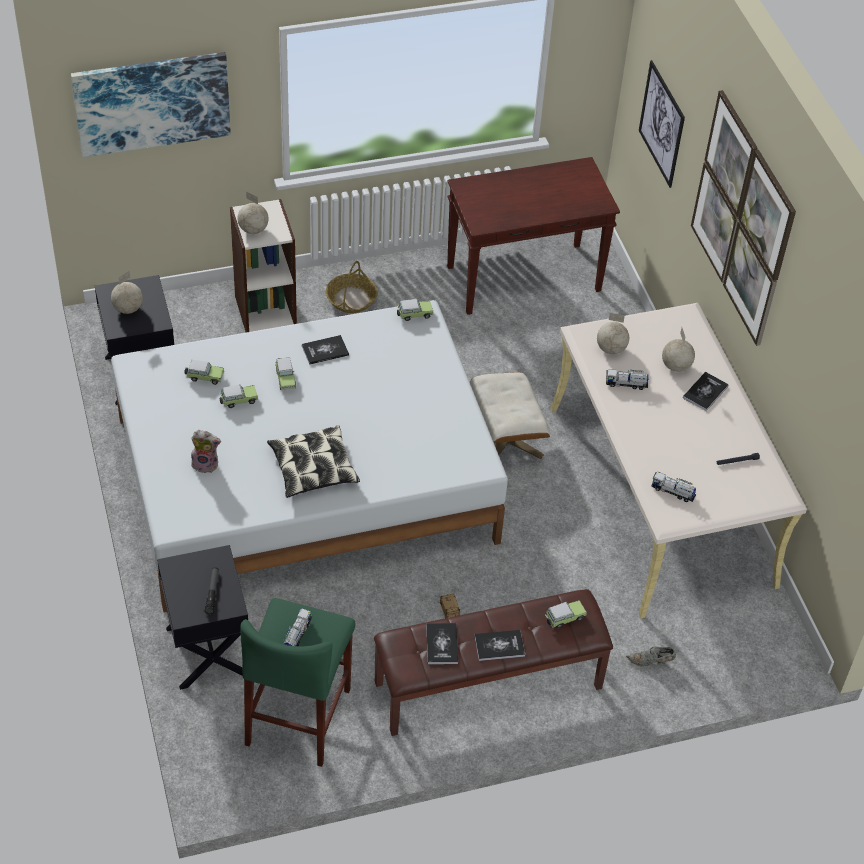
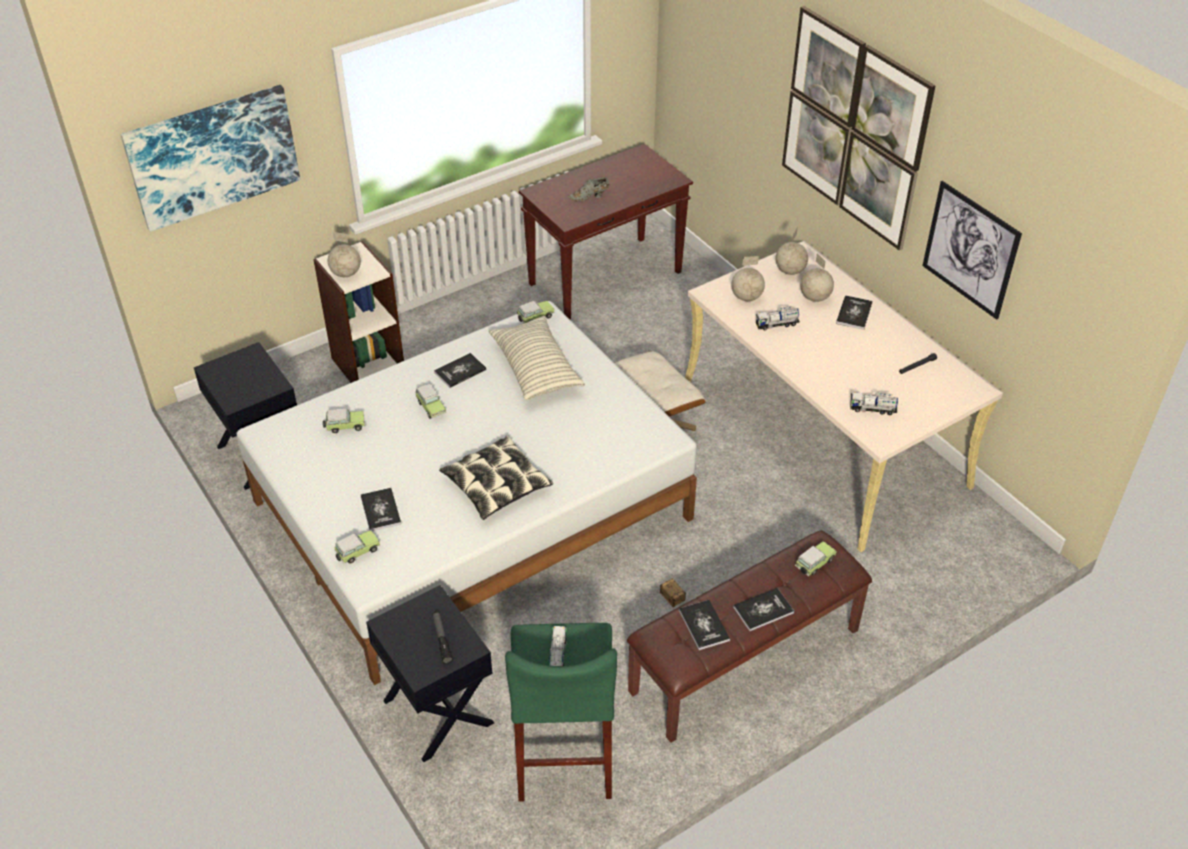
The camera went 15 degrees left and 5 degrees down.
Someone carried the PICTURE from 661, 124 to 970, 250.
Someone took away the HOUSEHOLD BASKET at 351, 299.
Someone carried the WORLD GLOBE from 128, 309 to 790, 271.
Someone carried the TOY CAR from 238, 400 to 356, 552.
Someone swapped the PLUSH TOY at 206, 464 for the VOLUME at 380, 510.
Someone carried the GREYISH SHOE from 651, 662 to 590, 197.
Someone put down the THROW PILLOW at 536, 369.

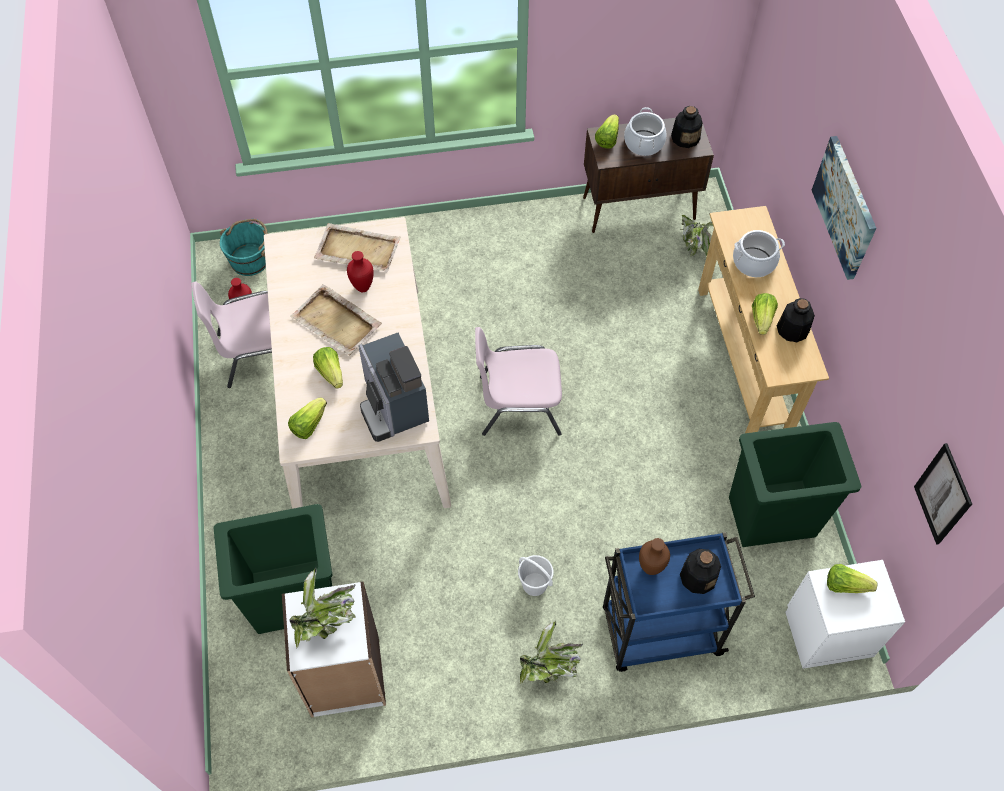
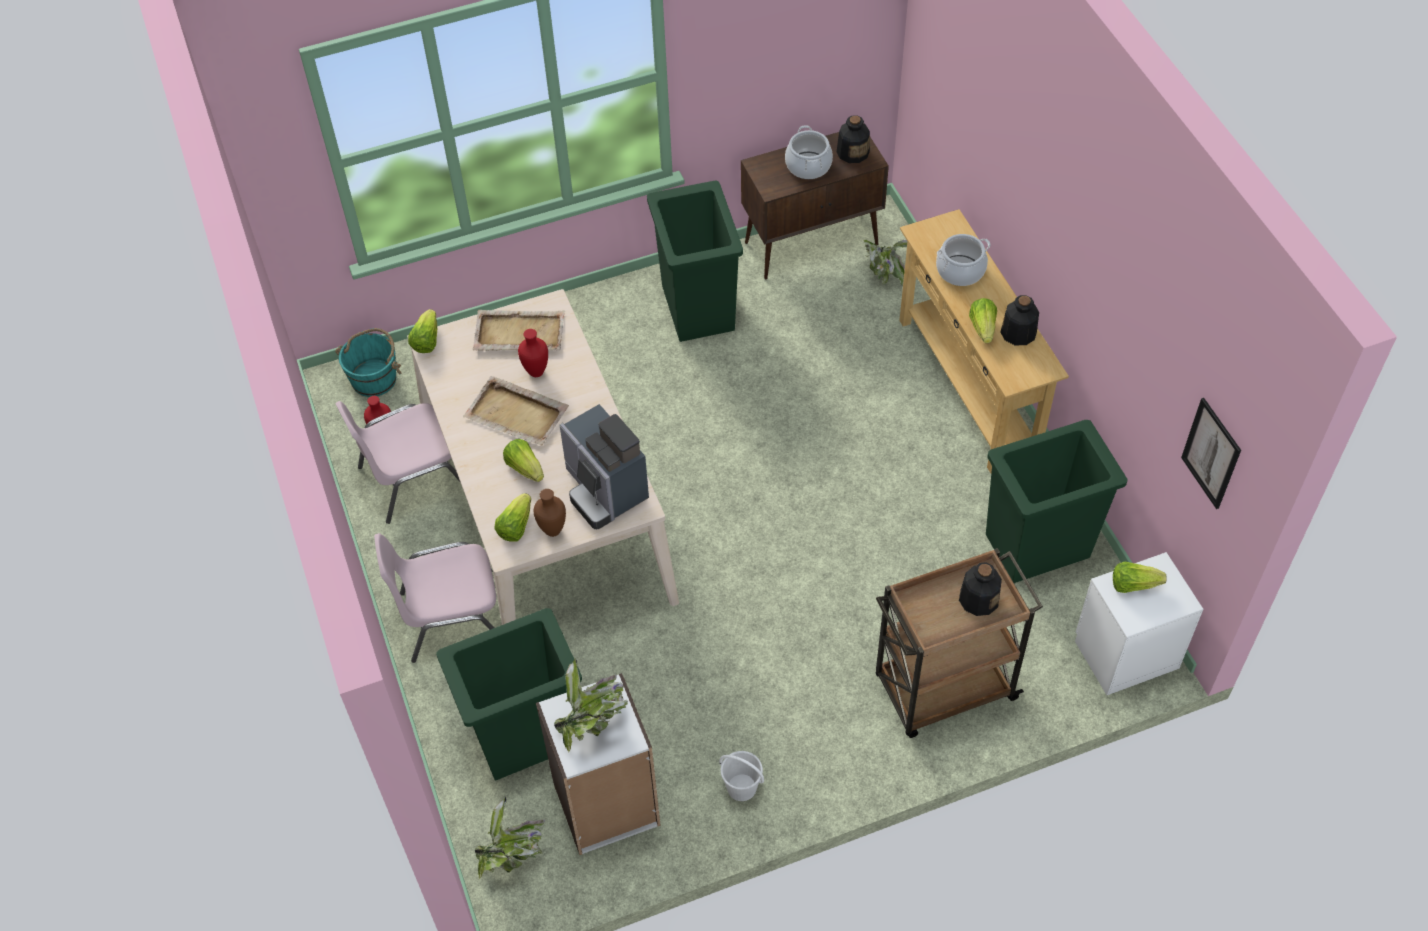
The camera went 10 degrees left and 5 degrees down.
Someone carried the LETTUCE from 607, 139 to 426, 340.
Someone took away the PICTURE at 845, 207.
Someone carried the PINK-COLOURED CHAIR from 518, 404 to 450, 617.
Someone repainted the BLUISH CART at 658, 632, which became the BROWN CART at 943, 689.
Someone carried the BROWN DECORATIVE VASE from 651, 568 to 554, 530.
Someone carried the WHITISH PAIL from 534, 584 to 741, 787.
Someone carried the POTTED PLANT from 549, 668 to 512, 856.
Someone put down the GREEN WASTE BIN at 698, 307.

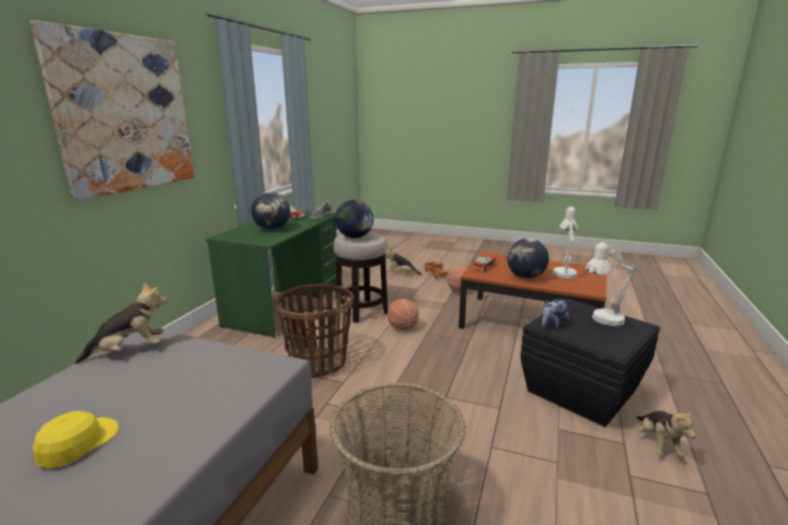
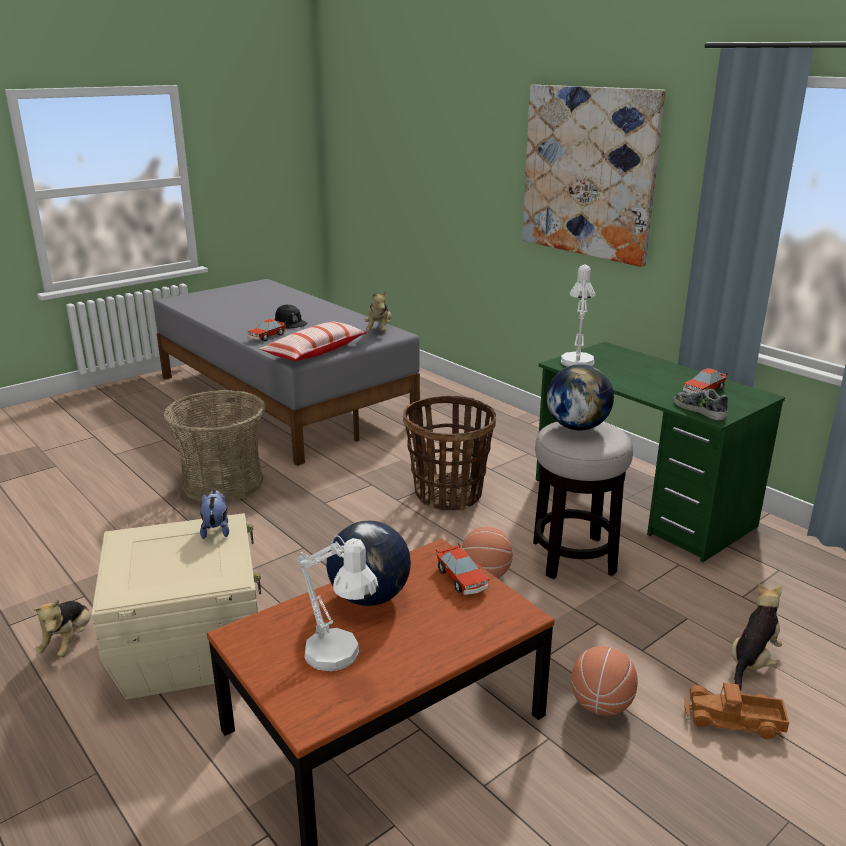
The camera went 120 degrees right and 5 degrees up.
Someone took away the WORLD GLOBE at 272, 229.
Someone carried the WHITISH TABLETOP LAMP from 602, 320 to 577, 360.
Someone repainted the BLACKISH STORAGE BIN at 580, 391, which became the BEIGE STORAGE BIN at 190, 648.
Someone repainted the YELLOWISH PEAKED CAP at 78, 443, which became the BLACKISH PEAKED CAP at 290, 323.
Someone rotated the PLUSH TOY at 657, 444 by 120 degrees counterclockwise.
Someone put down the TOY CAR at 267, 336.
Someone put down the THROW PILLOW at 315, 352.

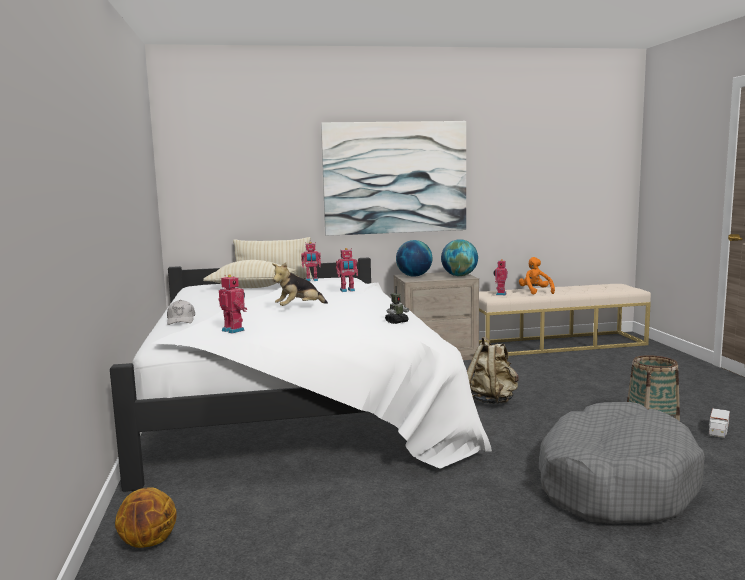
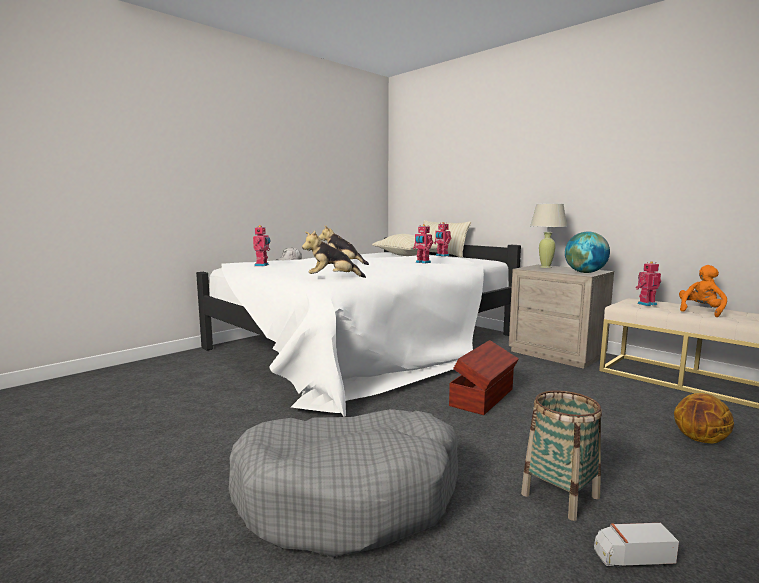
The camera went 55 degrees right and 0 degrees up.
Someone took away the PICTURE at 395, 178.
Someone swapped the WORLD GLOBE at 414, 276 for the BEIGE TABLETOP LAMP at 545, 267.
Someone swapped the TOY ROBOT at 396, 322 for the PLUSH TOY at 332, 278.
Someone swapped the BEIGE KNAPSACK at 492, 401 for the BROWN STORAGE BIN at 483, 397.
Someone carried the BALL FOR BASKETBALL from 149, 543 to 700, 440.

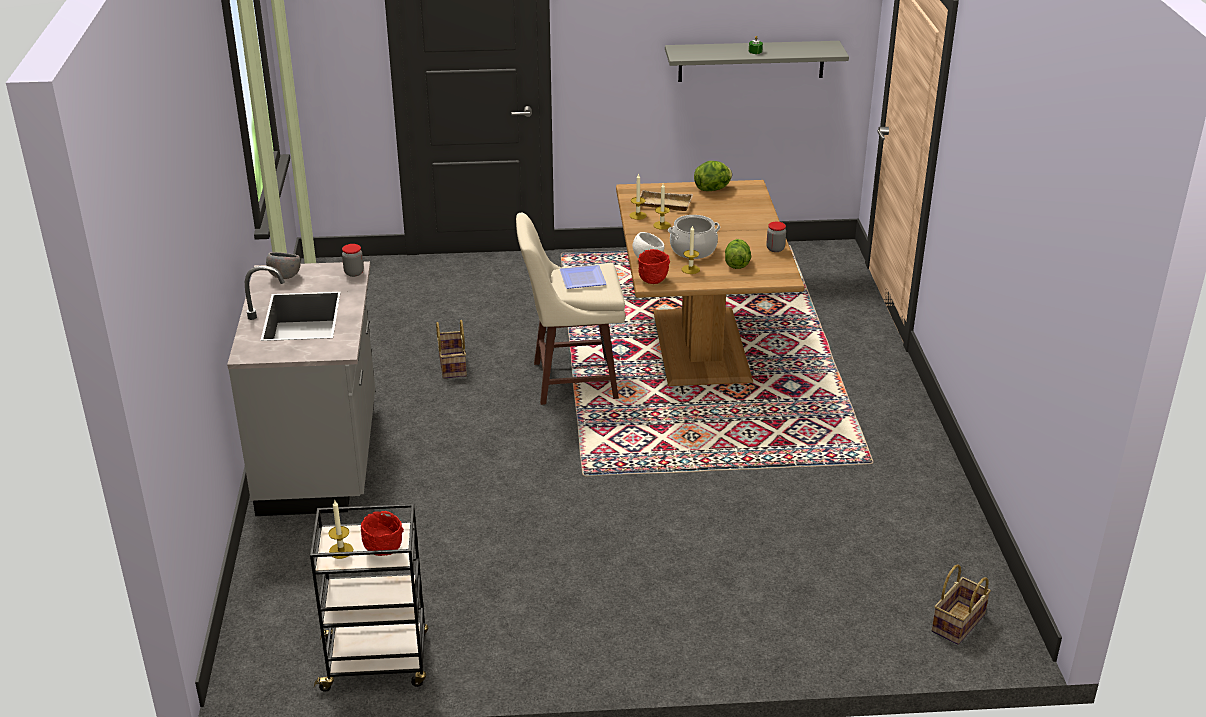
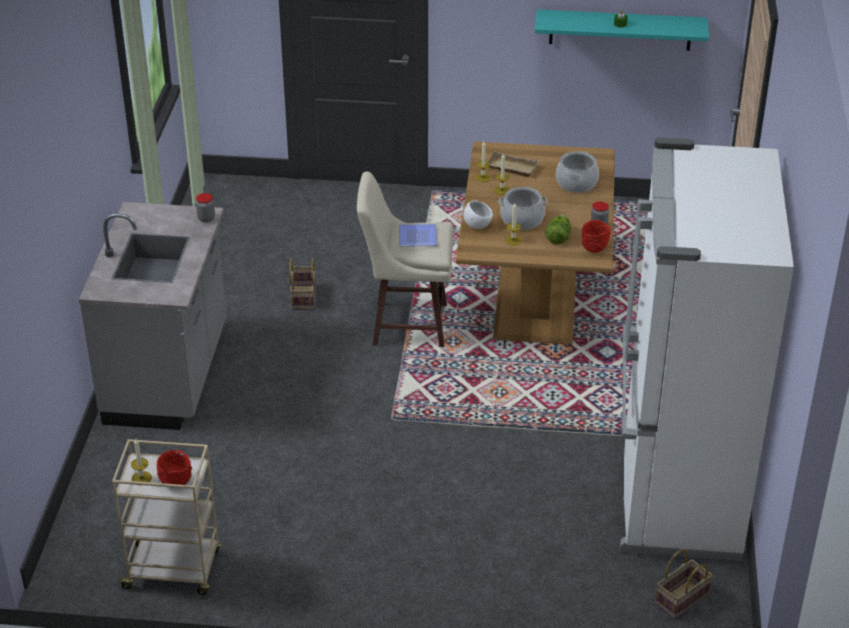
The camera went 10 degrees right and 5 degrees up.
Someone repainted the GREYISH WALL SHELF at 751, 61, which became the BLUE-GREEN WALL SHELF at 620, 30.
Someone took away the LETTUCE at 713, 189.
Someone carried the RED-COLOURED BOWL from 653, 280 to 595, 248.
Someone took away the GREYISH BOWL at 284, 277.
Someone repainted the BLACKISH CART at 377, 662, which became the BEIGE CART at 174, 569.
Someone put down the WHITISH KITCHEN FRIDGE at 675, 493.
Someone put down the STOCKPOT at 577, 183.

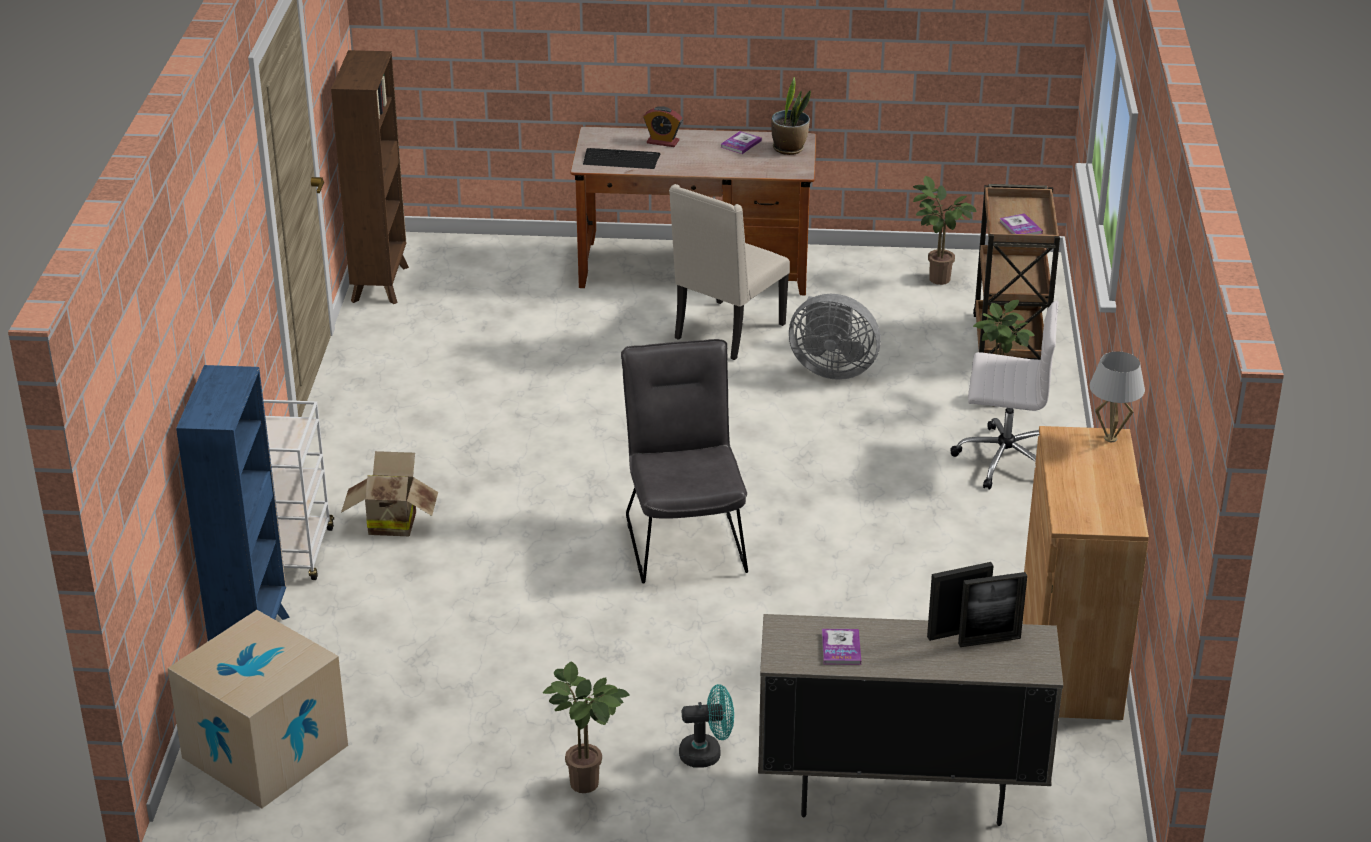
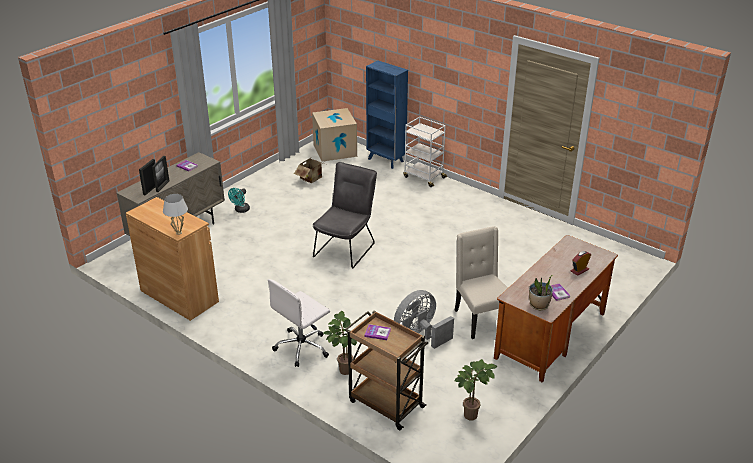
The camera went 125 degrees right and 0 degrees up.
Someone took away the BROWN BOOKSHELF at 380, 283.
Someone took away the COMPUTER KEYBOARD at 621, 159.
Someone rotated the GREYISH CHAIR at 684, 537 by 90 degrees counterclockwise.
Someone carried the CARTON from 391, 522 to 312, 178.
Someone took away the POTTED PLANT at 589, 784.

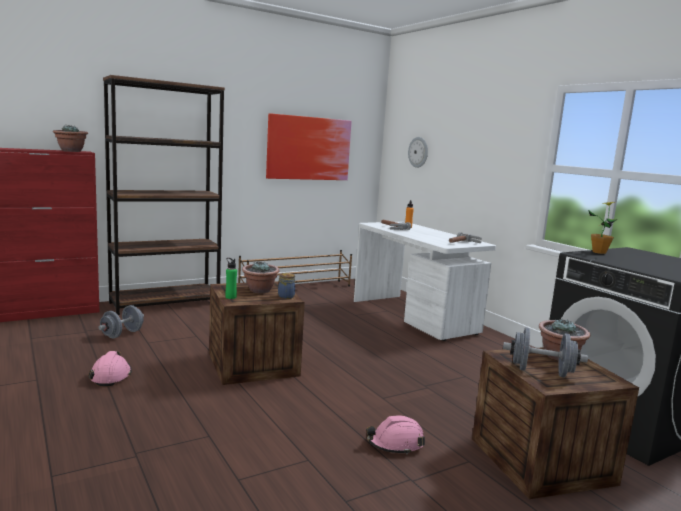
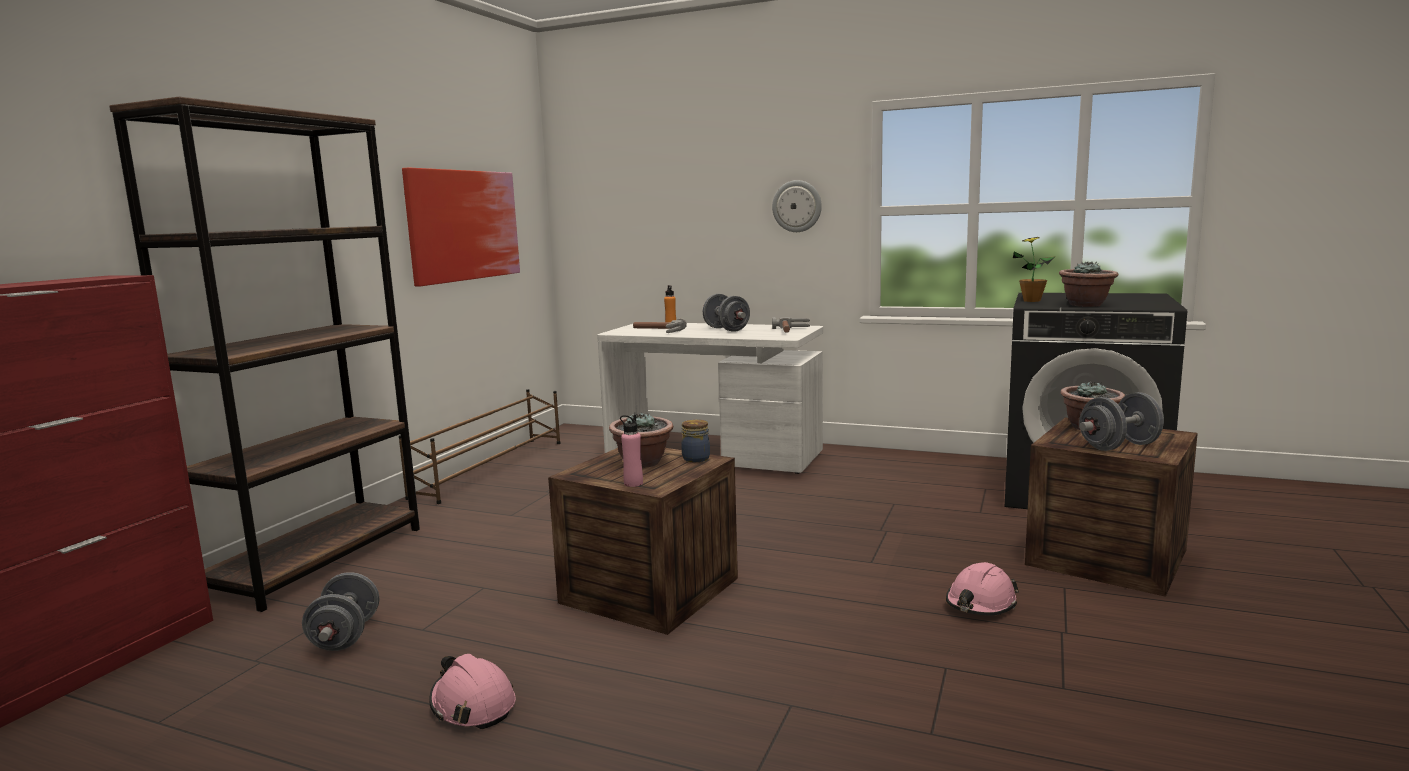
The camera went 35 degrees left and 0 degrees up.
Someone carried the POTTED PLANT from 71, 151 to 1086, 305.
Someone carried the HANGING CLOCK from 418, 152 to 797, 206.
Someone repainted the GREEN BOTTLE at 230, 297, which became the PINK-COLOURED BOTTLE at 633, 483.
Someone put down the GREYISH FREE WEIGHT at 726, 329.

